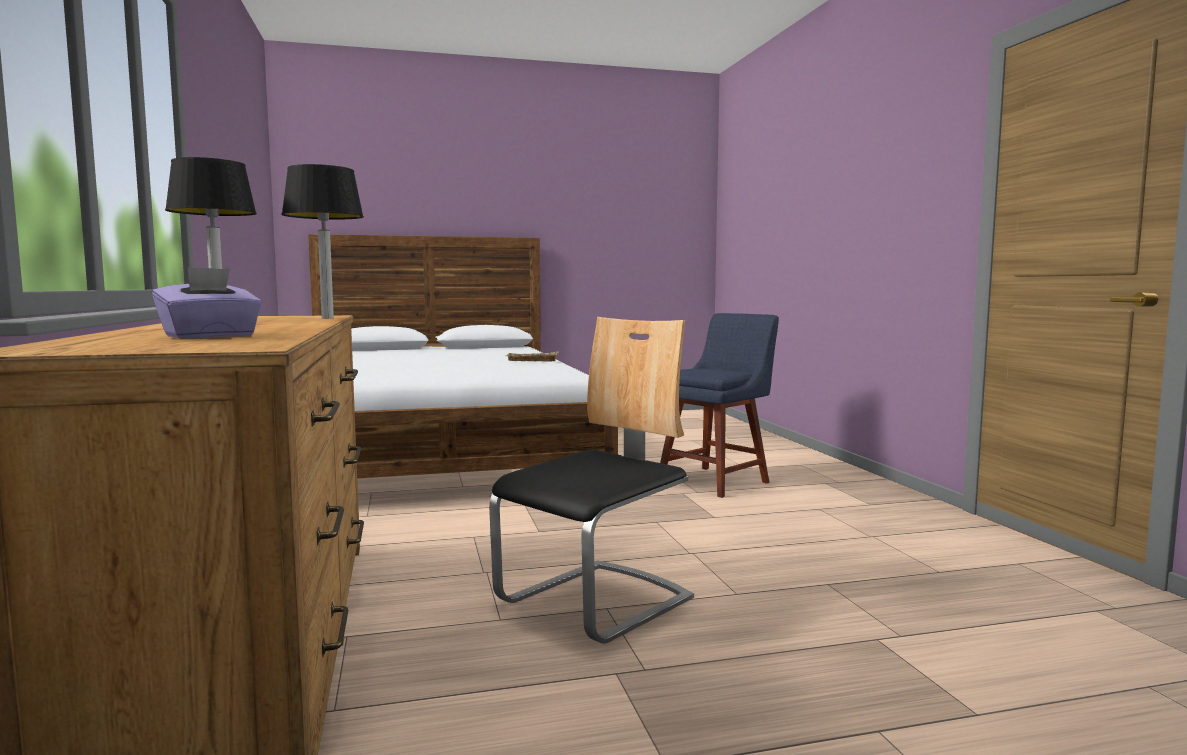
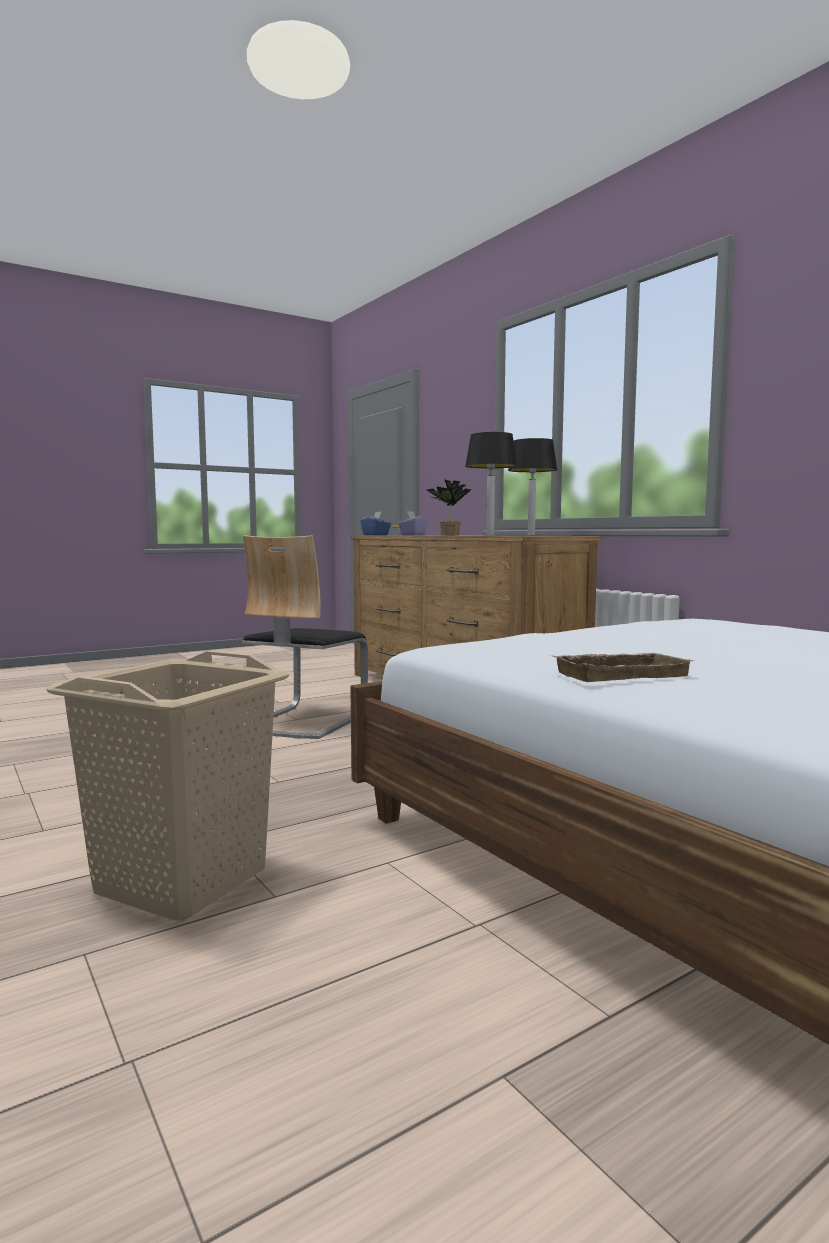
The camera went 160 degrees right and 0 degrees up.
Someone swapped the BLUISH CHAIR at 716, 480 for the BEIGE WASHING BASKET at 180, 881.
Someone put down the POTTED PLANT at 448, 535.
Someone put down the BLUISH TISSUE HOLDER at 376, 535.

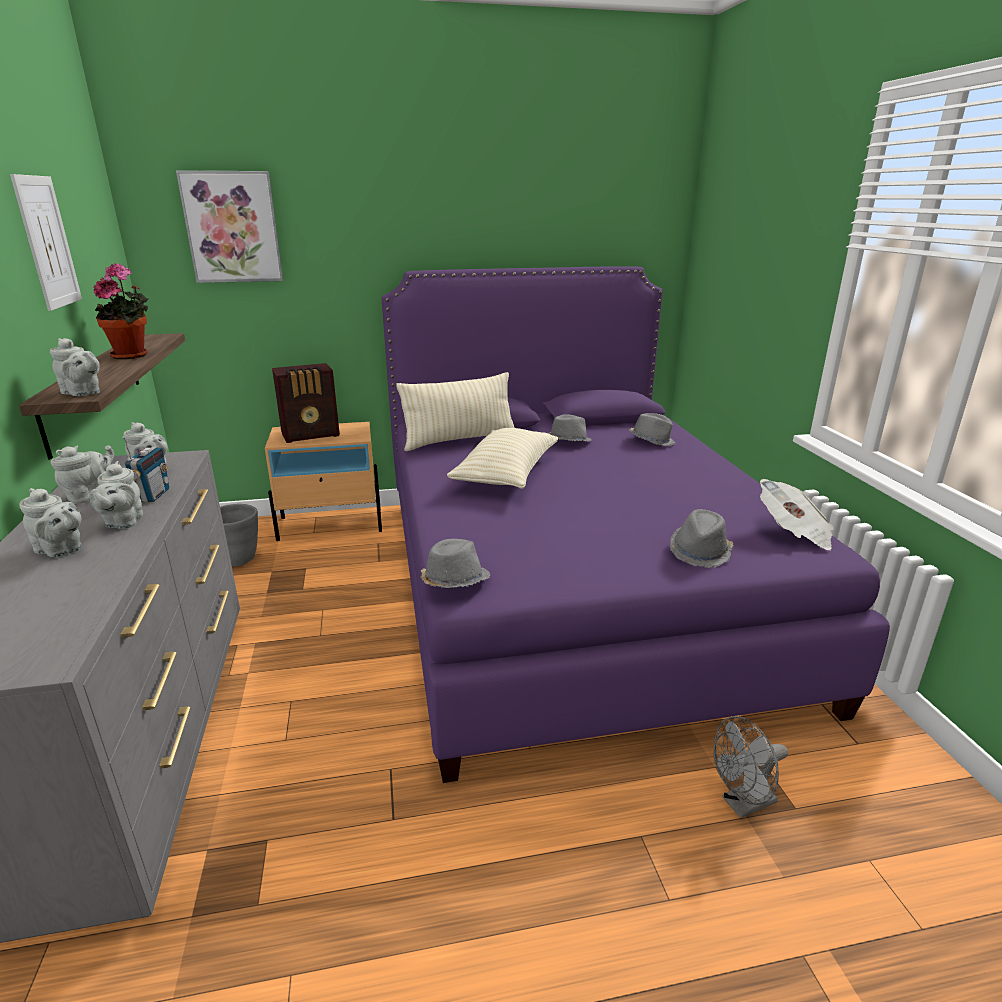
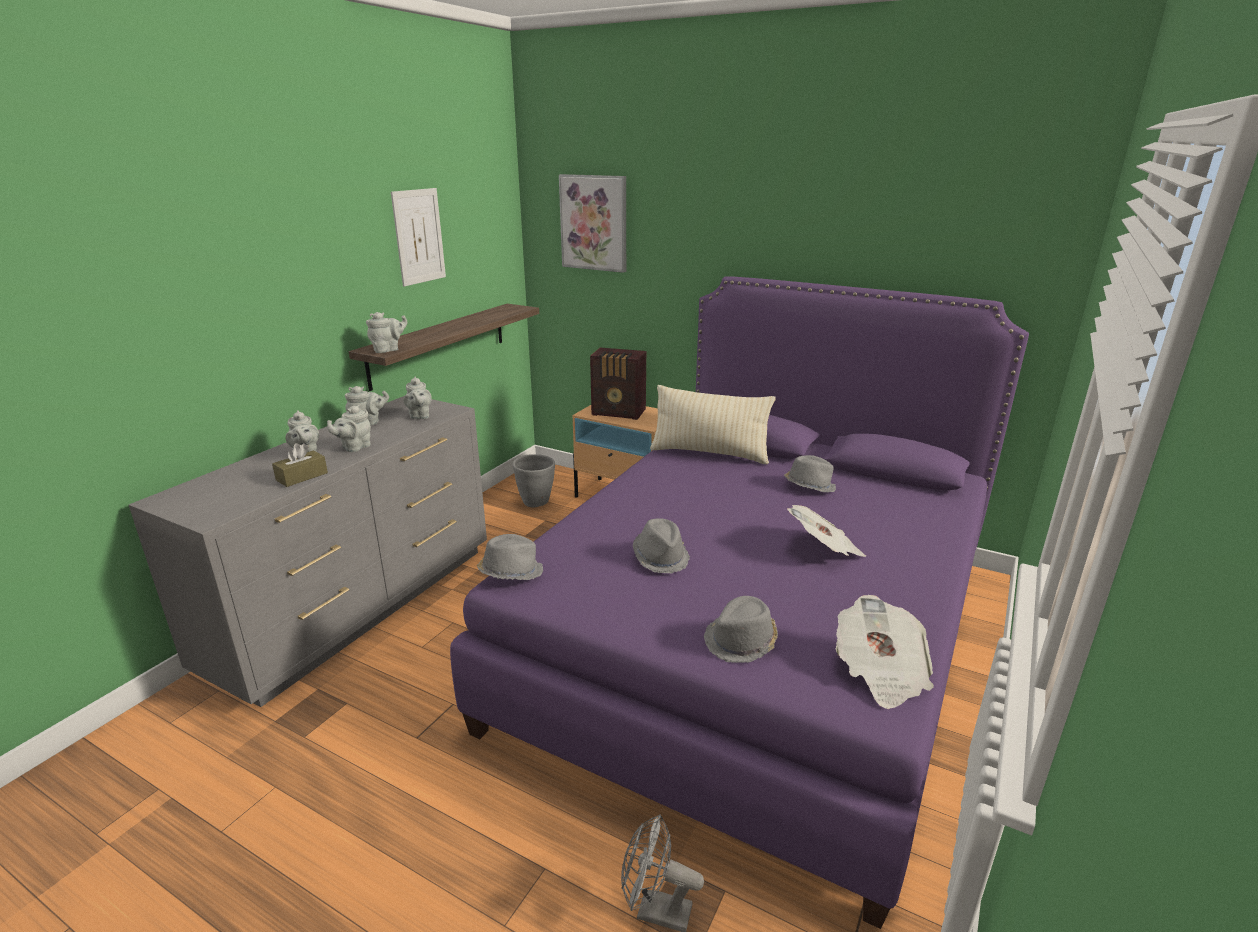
The camera went 40 degrees right and 0 degrees up.
Someone took away the POTTED PLANT at 133, 355.
Someone rotated the GREYISH TEAPOT at 83, 393 by 105 degrees counterclockwise.
Someone carried the GREYISH HAT from 651, 441 to 661, 557.
Someone took away the BEIGE THROW PILLOW at 506, 475.
Someone took away the RADIO RECEIVER at 153, 495.
Someone put down the BROWN TISSUE HOLDER at 302, 476.
Someone put down the NEWSPAPER at 824, 549.

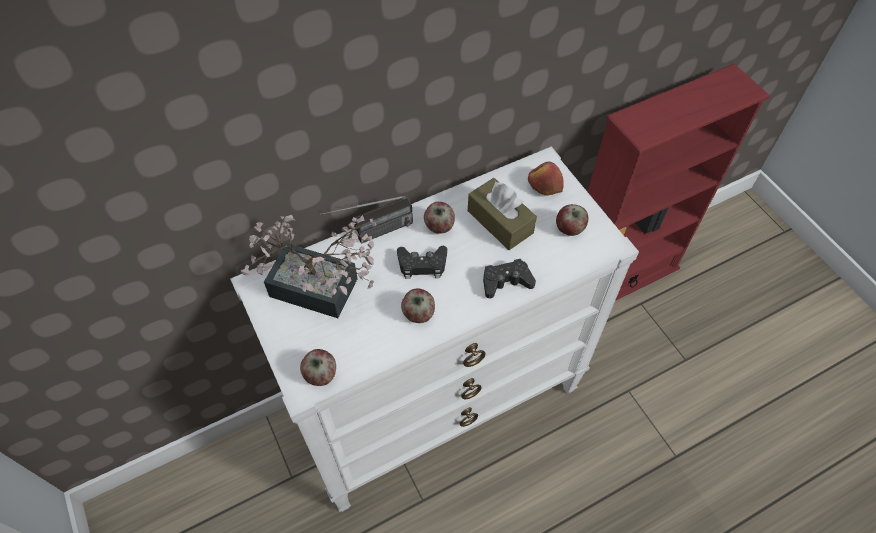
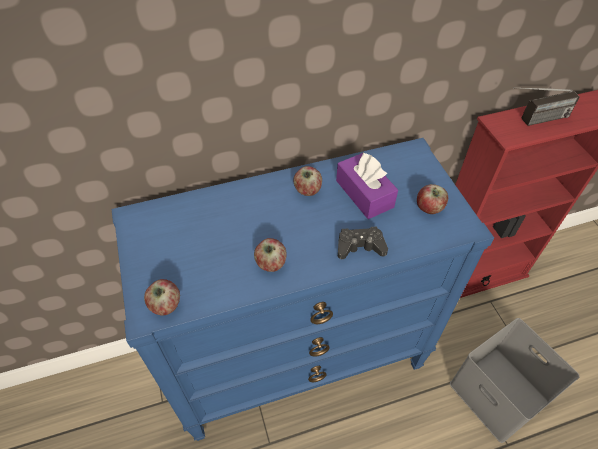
The camera went 10 degrees right and 5 degrees down.
Someone repainted the WHITISH DRESSER at 438, 401, which became the BLUISH DRESSER at 299, 357.
Someone took away the APPLE at 544, 185.
Someone repainted the BROWN TISSUE HOLDER at 500, 222, which became the PURPLE TISSUE HOLDER at 364, 194.
Someone carried the RADIO RECEIVER from 370, 235 to 534, 121.
Someone took away the POTTED PLANT at 323, 291.
Someone took away the BLACKISH GAMEPAD at 422, 265.
Someone put down the GREYISH STORAGE BIN at 495, 392.

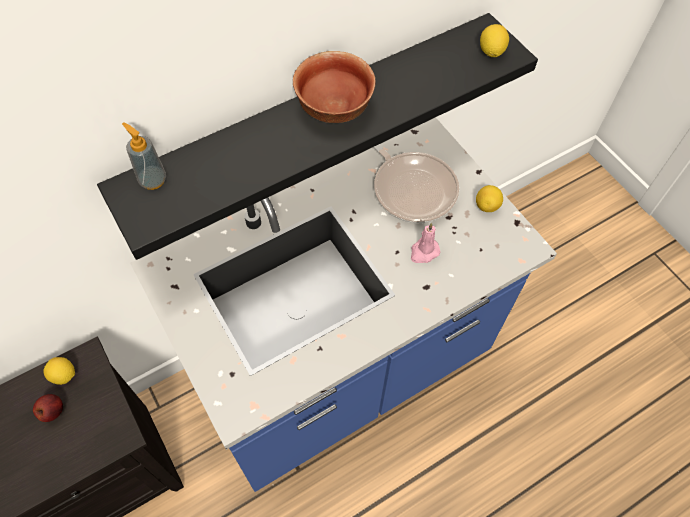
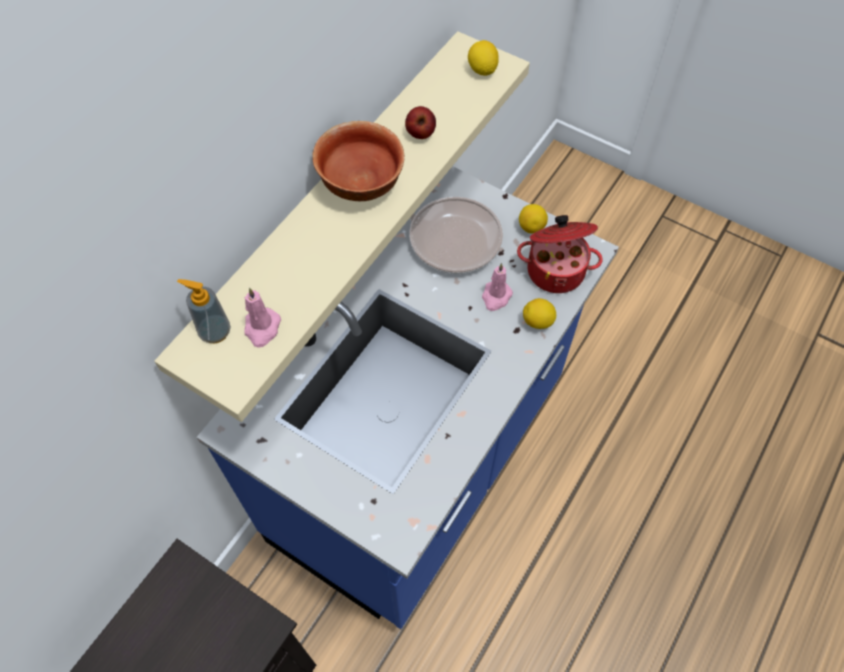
The camera went 25 degrees left and 0 degrees up.
Someone repainted the BLACKISH WALL SHELF at 312, 121, which became the BEIGE WALL SHELF at 330, 206.
Someone carried the WHOLE LEMON from 64, 375 to 537, 322.
Someone carried the APPLE from 53, 411 to 420, 134.
Someone put down the STOCKPOT at 555, 269.
Someone put down the PINK-COLOURED CANDLE at 262, 328.

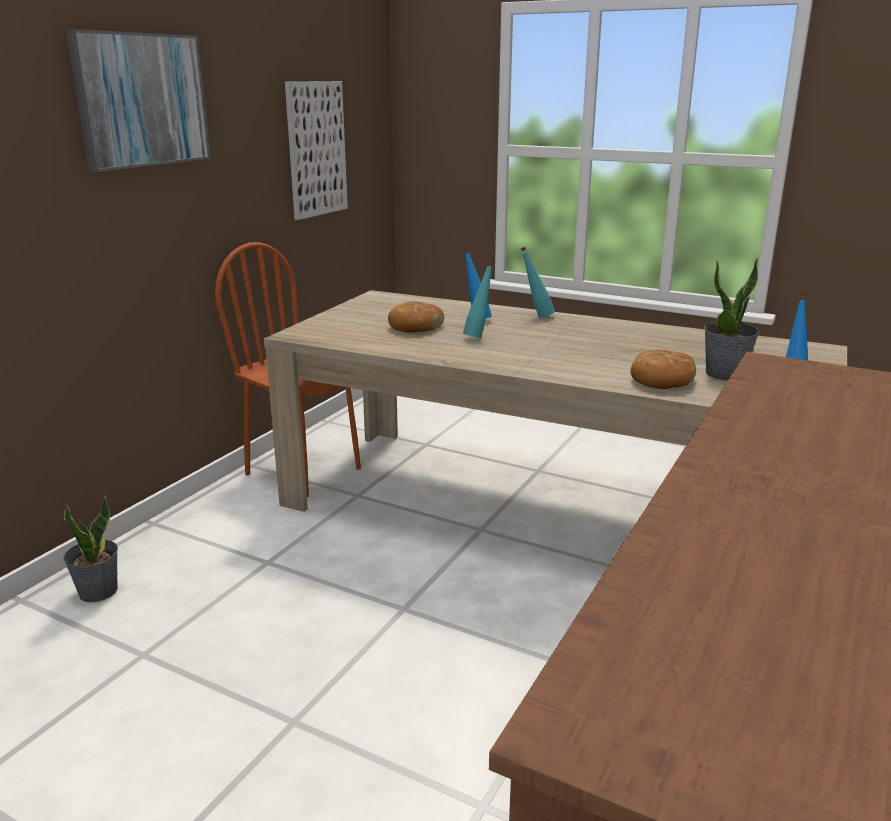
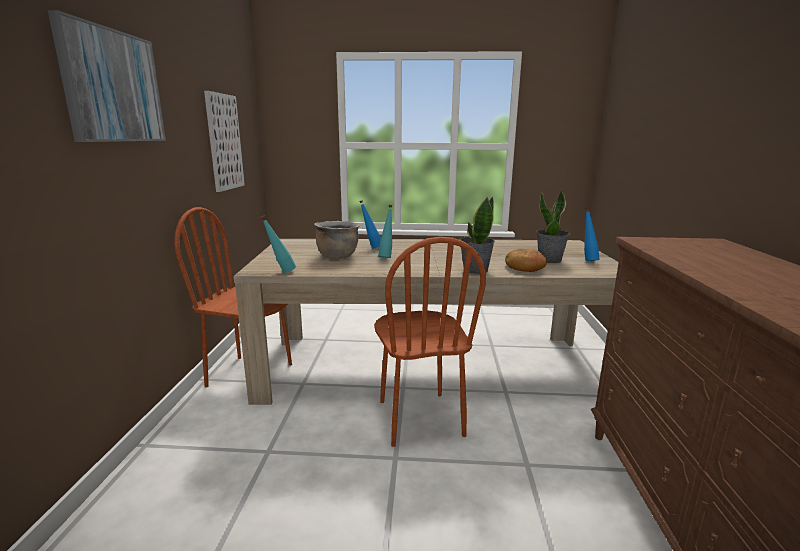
The camera went 25 degrees left and 5 degrees down.
Someone carried the BLUE-GREEN BOTTLE from 536, 316 to 281, 272.
Someone swapped the BAKERY BREAD at 415, 327 for the BROWN STOCKPOT at 337, 256.
Someone carried the POTTED PLANT from 98, 591 to 475, 270.
Someone put down the BROWN CHAIR at 419, 418.

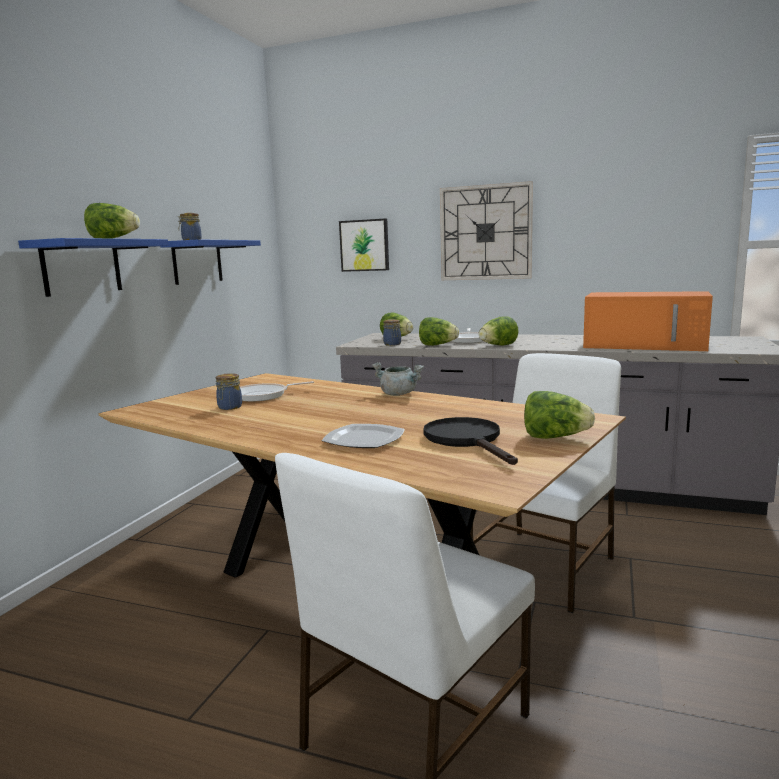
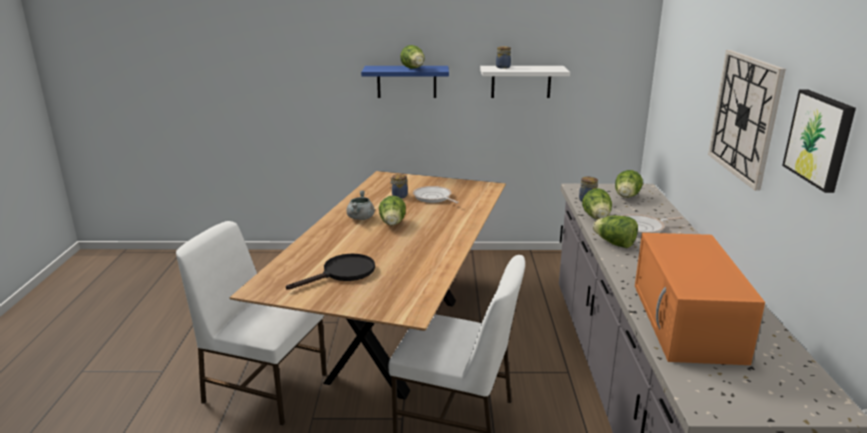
The camera went 70 degrees right and 10 degrees up.
Someone carried the PICTURE from 365, 245 to 820, 139.
Someone repainted the BLUISH WALL SHELF at 197, 262, which became the WHITISH WALL SHELF at 521, 81.
Someone carried the GREYISH STOCKPOT from 399, 394 to 361, 218.
Someone carried the LETTUCE from 555, 437 to 392, 224.
Someone took away the PLATE at 365, 439.

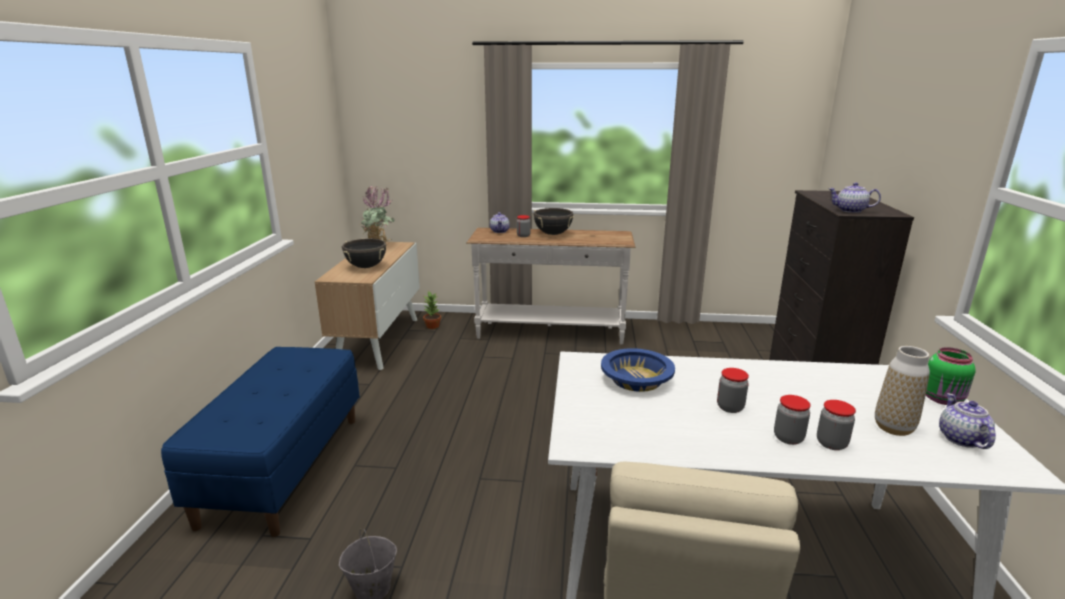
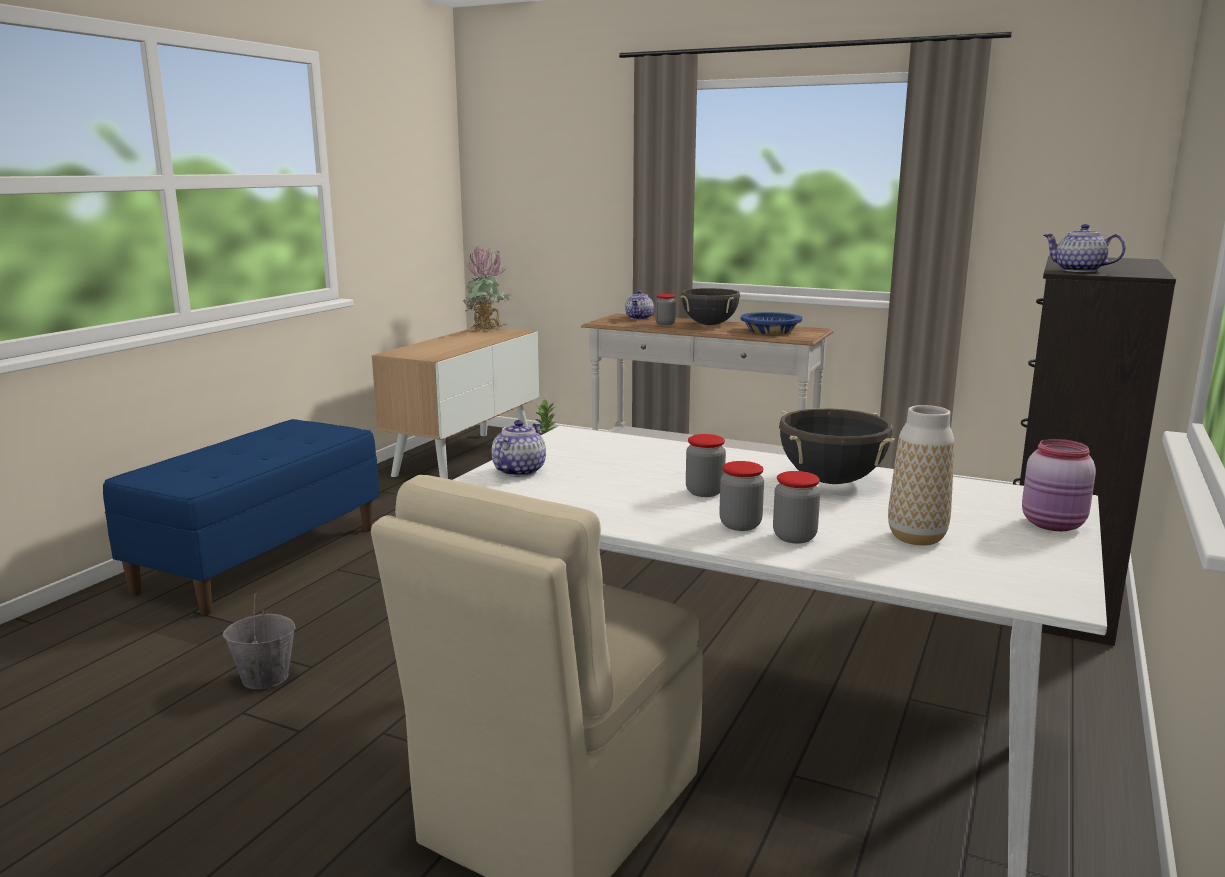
The camera went 20 degrees right and 5 degrees down.
Someone carried the BLACKISH STOCKPOT from 366, 267 to 831, 481.
Someone repainted the GREEN JAR at 943, 399, which became the PINK-COLOURED JAR at 1054, 525.
Someone carried the BLUISH BOWL from 636, 379 to 770, 330.
Someone carried the TEAPOT from 960, 438 to 518, 471.

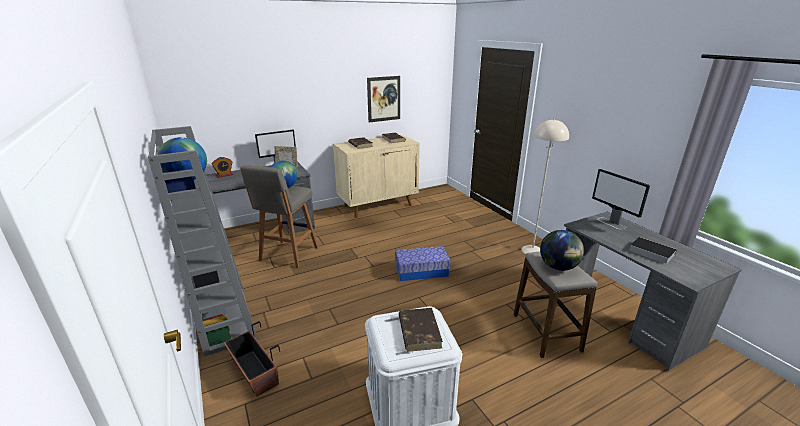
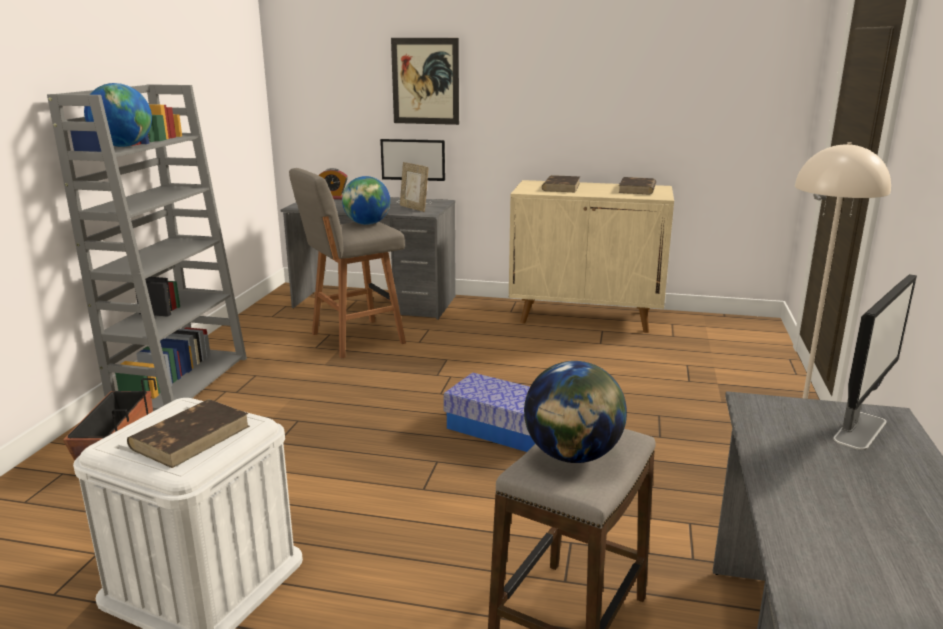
The camera went 40 degrees right and 5 degrees down.
Someone carried the PICTURE from 384, 99 to 425, 81.
Someone rotated the COMPUTER DISPLAY at 611, 223 by 150 degrees counterclockwise.
Someone took away the VOLUME at 649, 252.

